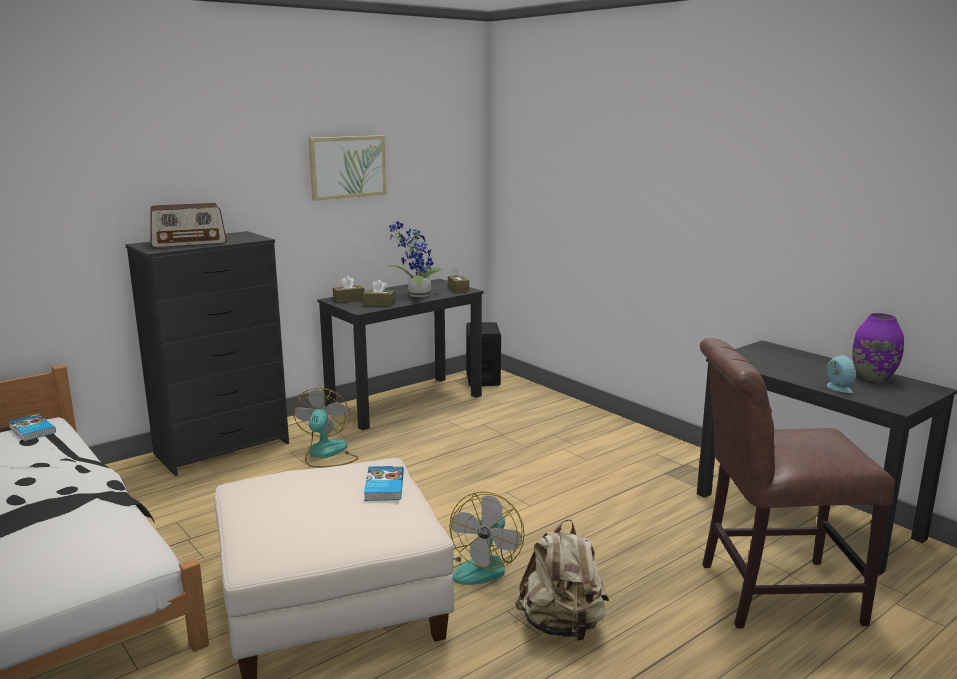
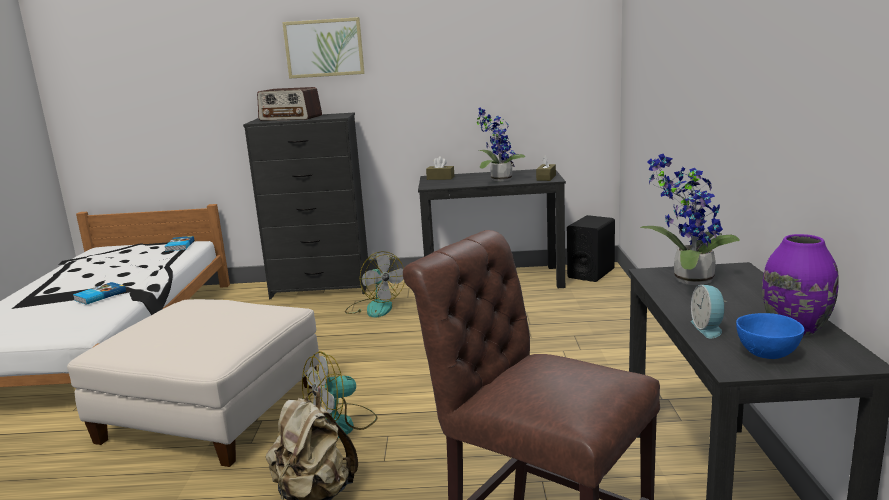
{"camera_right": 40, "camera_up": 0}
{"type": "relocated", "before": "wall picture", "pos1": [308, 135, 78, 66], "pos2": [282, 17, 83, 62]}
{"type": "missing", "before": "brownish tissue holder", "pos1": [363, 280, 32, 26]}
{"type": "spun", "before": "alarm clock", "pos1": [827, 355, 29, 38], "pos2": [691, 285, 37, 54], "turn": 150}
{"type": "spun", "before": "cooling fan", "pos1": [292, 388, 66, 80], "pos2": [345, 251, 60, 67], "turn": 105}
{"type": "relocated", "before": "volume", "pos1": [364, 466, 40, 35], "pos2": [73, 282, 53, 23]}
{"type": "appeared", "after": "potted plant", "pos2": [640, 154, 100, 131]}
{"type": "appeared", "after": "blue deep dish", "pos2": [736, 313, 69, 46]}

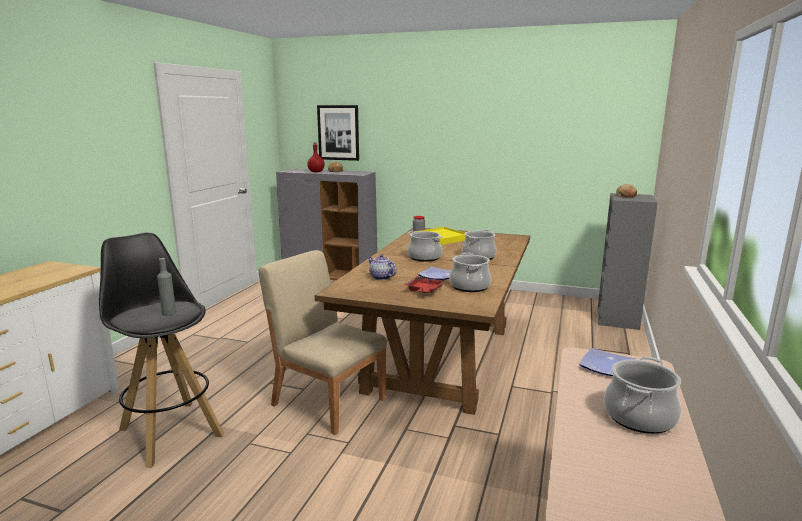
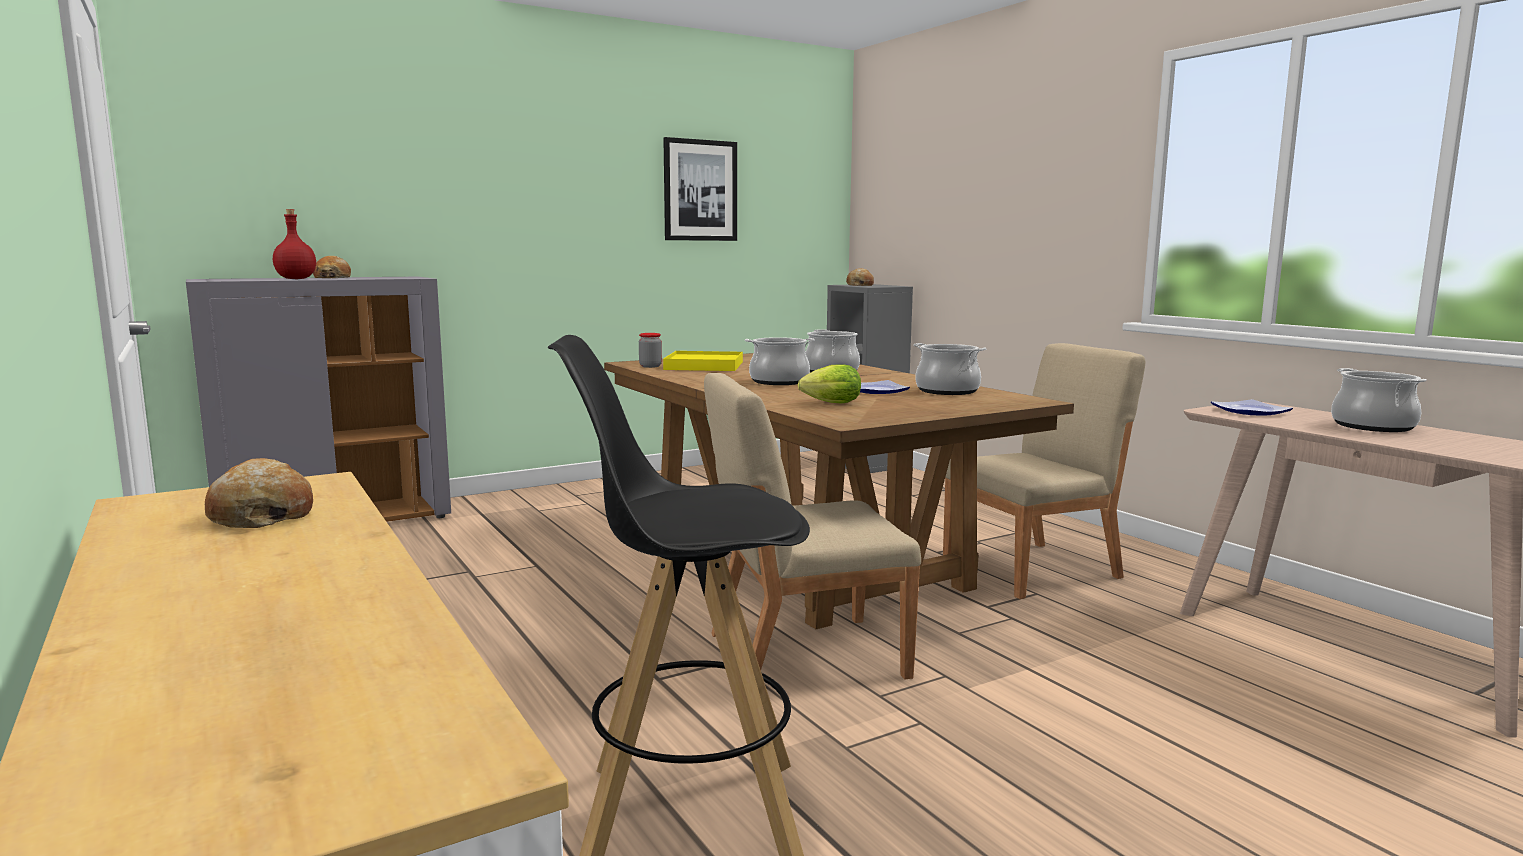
{"camera_right": -50, "camera_up": -5}
{"type": "relocated", "before": "wall picture", "pos1": [317, 105, 42, 56], "pos2": [663, 137, 74, 104]}
{"type": "exchanged", "before": "pot for tea", "after": "head of lettuce", "pos1": [367, 254, 30, 26], "pos2": [798, 364, 63, 40]}
{"type": "missing", "before": "grey drink bottle", "pos1": [157, 258, 19, 58]}
{"type": "missing", "before": "red-coloured carrying tray", "pos1": [405, 276, 40, 17]}
{"type": "appeared", "after": "sand-coloured chair", "pos2": [943, 343, 202, 256]}
{"type": "appeared", "after": "bread", "pos2": [205, 458, 108, 70]}

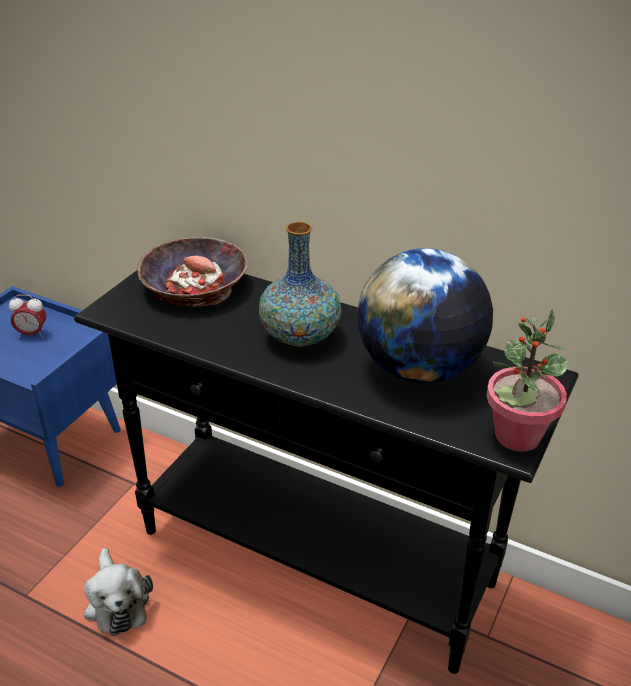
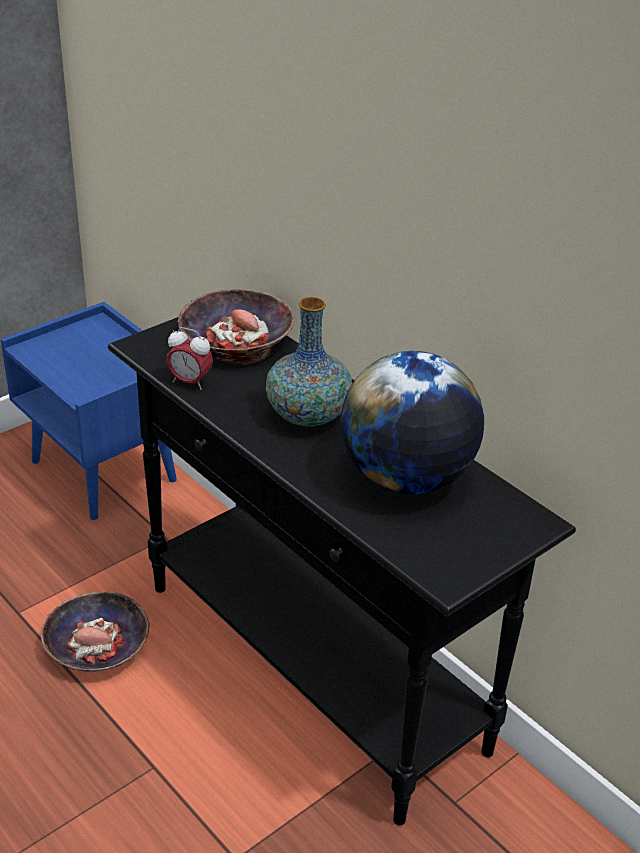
{"camera_right": 20, "camera_up": 0}
{"type": "relocated", "before": "alarm clock", "pos1": [9, 295, 37, 42], "pos2": [166, 327, 47, 63]}
{"type": "missing", "before": "potted plant", "pos1": [486, 309, 83, 143]}
{"type": "exchanged", "before": "cuddly toy", "after": "deep dish", "pos1": [84, 548, 69, 88], "pos2": [41, 592, 109, 80]}

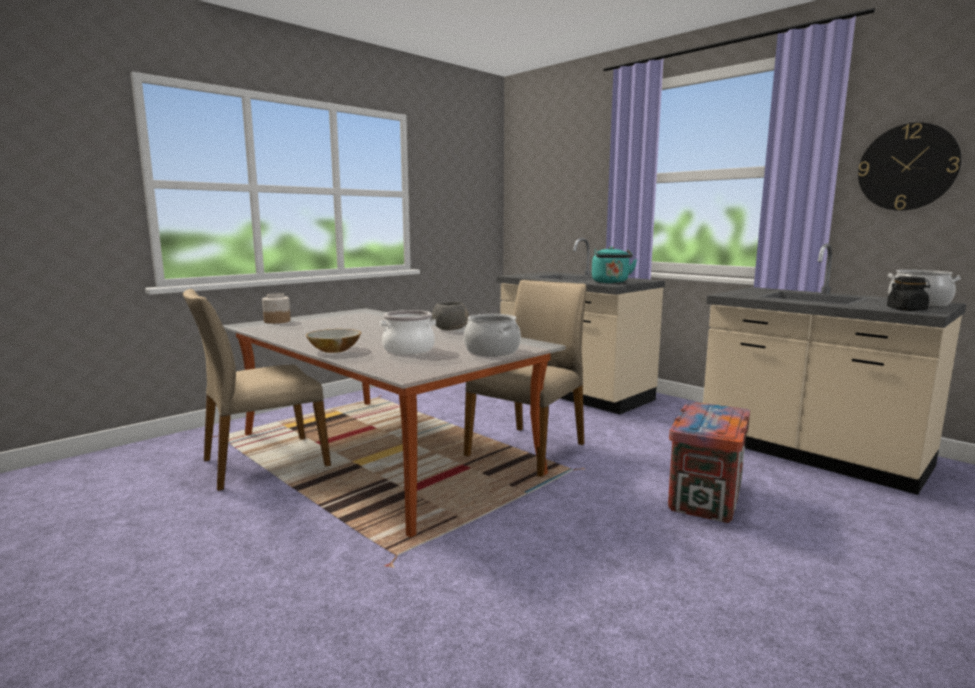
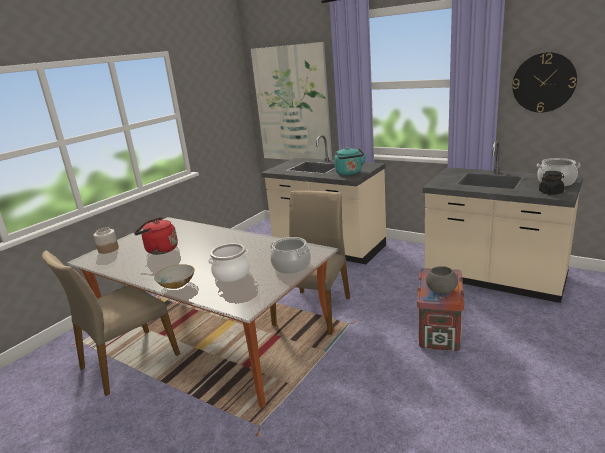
{"camera_right": -10, "camera_up": 10}
{"type": "relocated", "before": "grey deep dish", "pos1": [432, 302, 37, 29], "pos2": [426, 266, 32, 28]}
{"type": "appeared", "after": "wall picture", "pos2": [250, 42, 82, 118]}
{"type": "appeared", "after": "red-coloured water kettle", "pos2": [134, 217, 44, 38]}

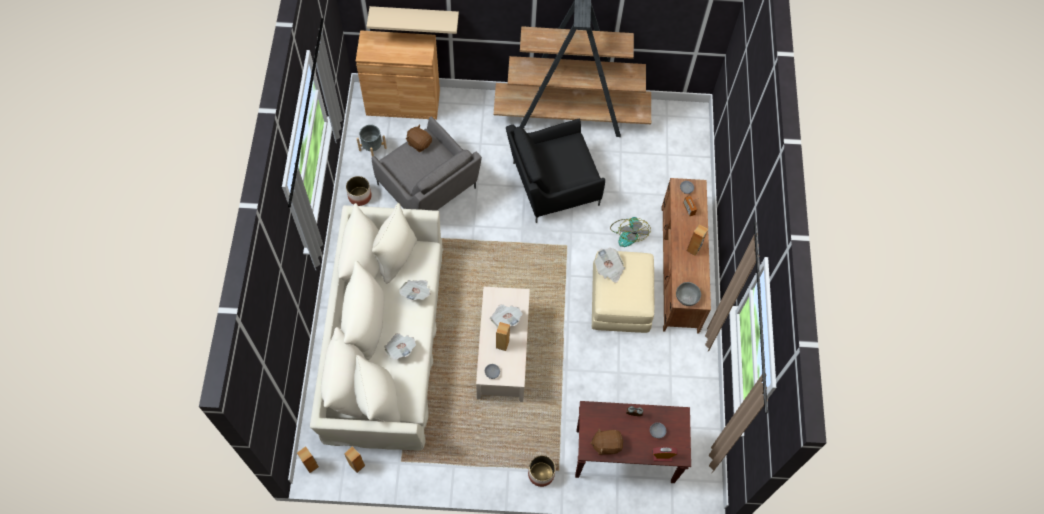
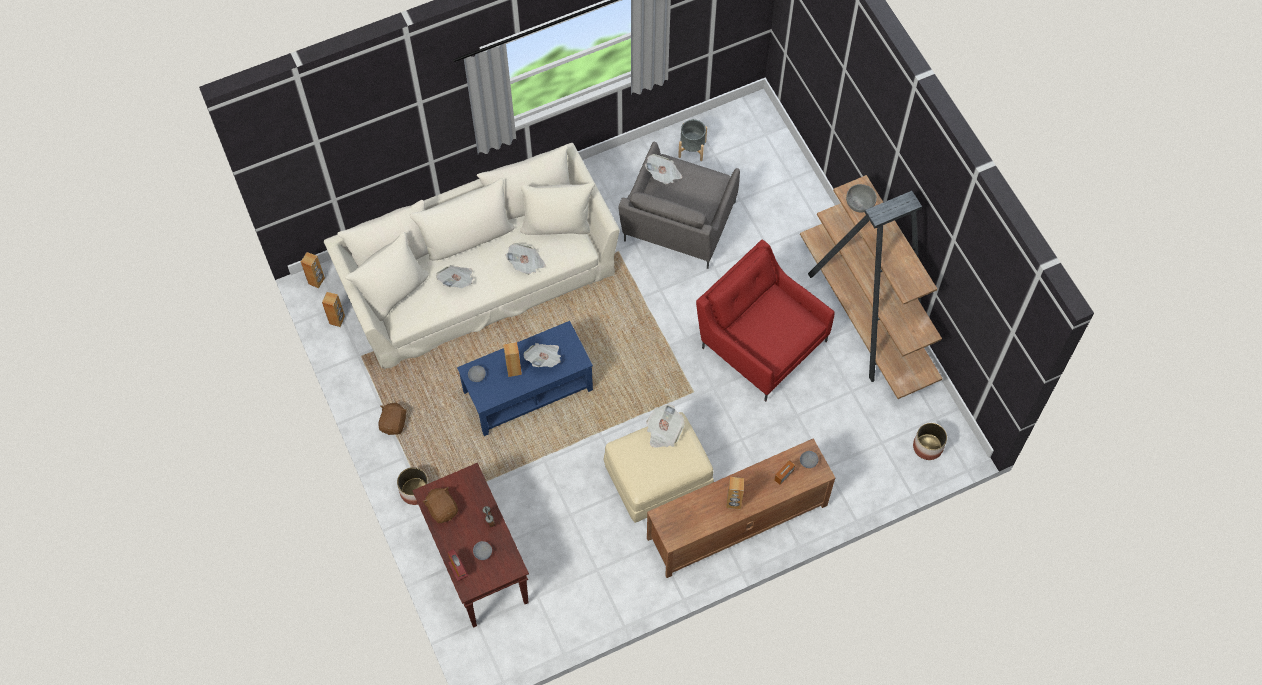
{"camera_right": 65, "camera_up": 0}
{"type": "missing", "before": "sand-coloured wall shelf", "pos1": [367, 6, 92, 28]}
{"type": "missing", "before": "brownish storage cabinet", "pos1": [356, 30, 84, 90]}
{"type": "colour", "before": "black-coloured easy chair", "after": "red-coloured easy chair", "pos1": [506, 119, 99, 104], "pos2": [696, 240, 138, 162]}
{"type": "relocated", "before": "brownish cuddly toy", "pos1": [406, 124, 26, 28], "pos2": [378, 402, 28, 33]}
{"type": "relocated", "before": "plant pot", "pos1": [346, 176, 26, 30], "pos2": [913, 423, 34, 37]}
{"type": "missing", "before": "cooling fan", "pos1": [610, 217, 41, 30]}
{"type": "relocated", "before": "grey deep dish", "pos1": [676, 282, 25, 24], "pos2": [846, 184, 31, 29]}
{"type": "colour", "before": "sand-coloured lounge table", "after": "blue lounge table", "pos1": [476, 287, 54, 115], "pos2": [457, 321, 136, 115]}
{"type": "appeared", "after": "newspaper", "pos2": [645, 154, 37, 30]}

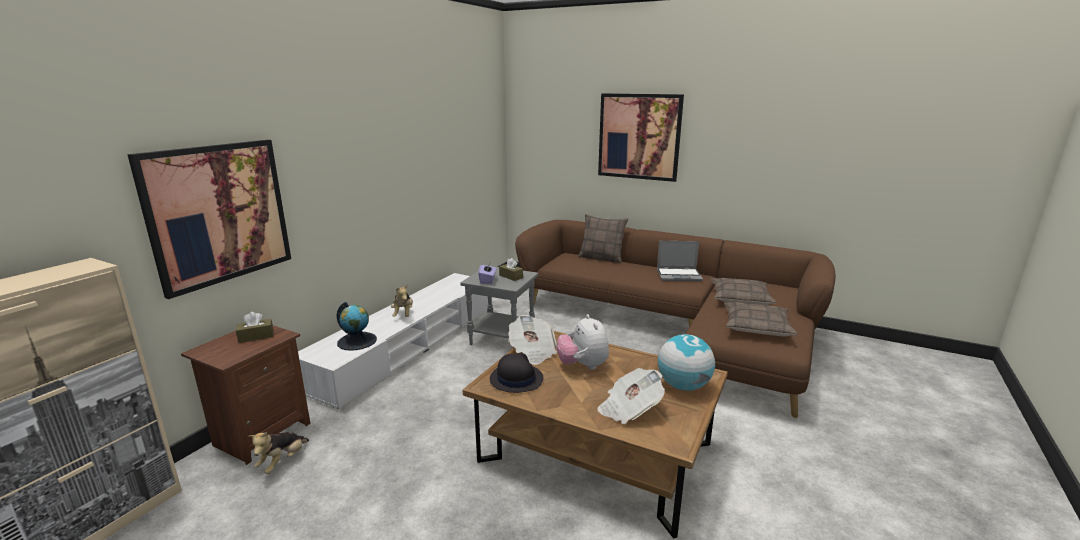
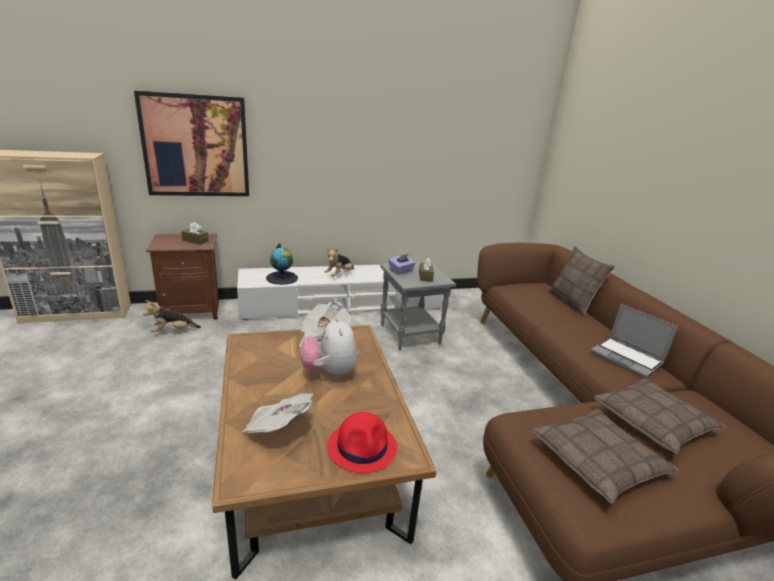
{"camera_right": 45, "camera_up": 5}
{"type": "missing", "before": "wall picture", "pos1": [598, 93, 86, 89]}
{"type": "spun", "before": "cuddly toy", "pos1": [556, 314, 53, 56], "pos2": [301, 317, 56, 60], "turn": -45}
{"type": "exchanged", "before": "world globe", "after": "red-coloured clothing hat", "pos1": [658, 334, 57, 57], "pos2": [327, 412, 70, 61]}
{"type": "missing", "before": "black-coloured clothing hat", "pos1": [490, 353, 53, 40]}

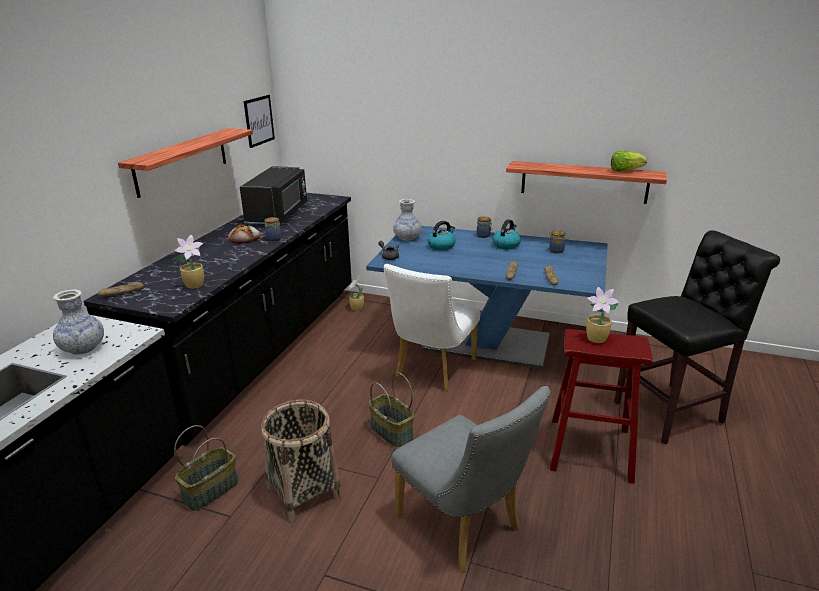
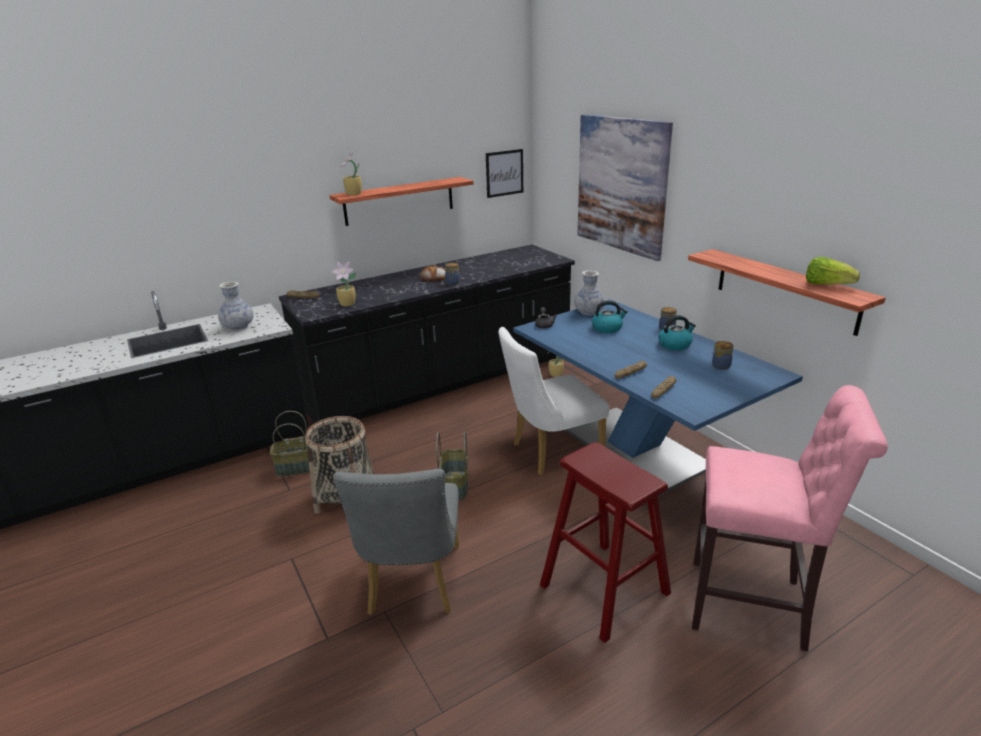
{"camera_right": 40, "camera_up": 0}
{"type": "missing", "before": "black-coloured microwave oven", "pos1": [240, 166, 67, 58]}
{"type": "colour", "before": "black-coloured stool seat", "after": "pink stool seat", "pos1": [614, 230, 166, 214], "pos2": [692, 385, 196, 267]}
{"type": "relocated", "before": "potted plant", "pos1": [586, 287, 33, 56], "pos2": [340, 150, 22, 45]}
{"type": "appeared", "after": "wall picture", "pos2": [578, 115, 95, 146]}

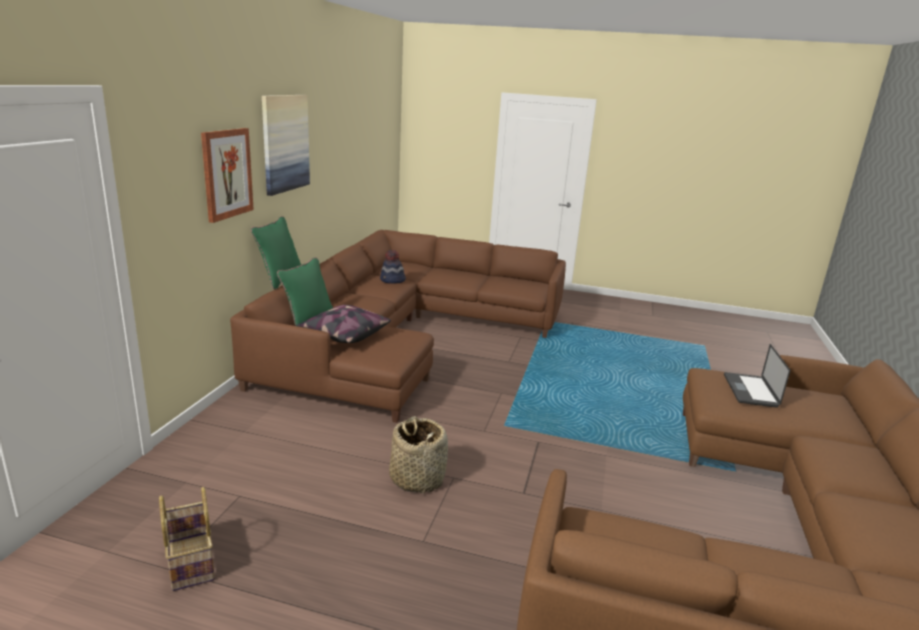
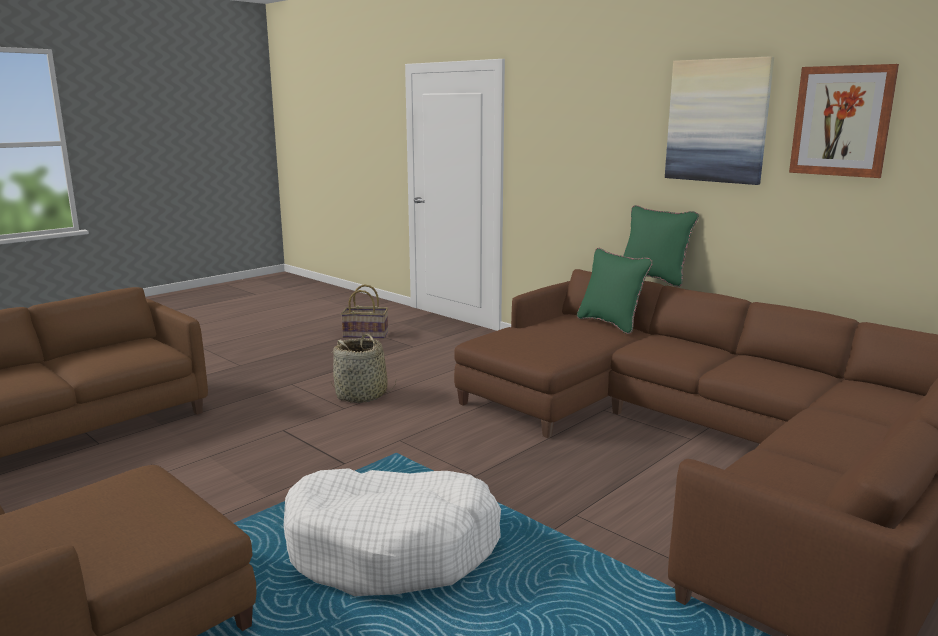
{"camera_right": 120, "camera_up": -5}
{"type": "relocated", "before": "wall picture", "pos1": [201, 128, 53, 95], "pos2": [789, 64, 110, 114]}
{"type": "missing", "before": "clothing hat", "pos1": [380, 250, 26, 34]}
{"type": "missing", "before": "cushion", "pos1": [296, 305, 95, 38]}
{"type": "missing", "before": "notebook computer", "pos1": [724, 344, 66, 64]}
{"type": "appeared", "after": "white pet bed", "pos2": [284, 468, 217, 128]}

